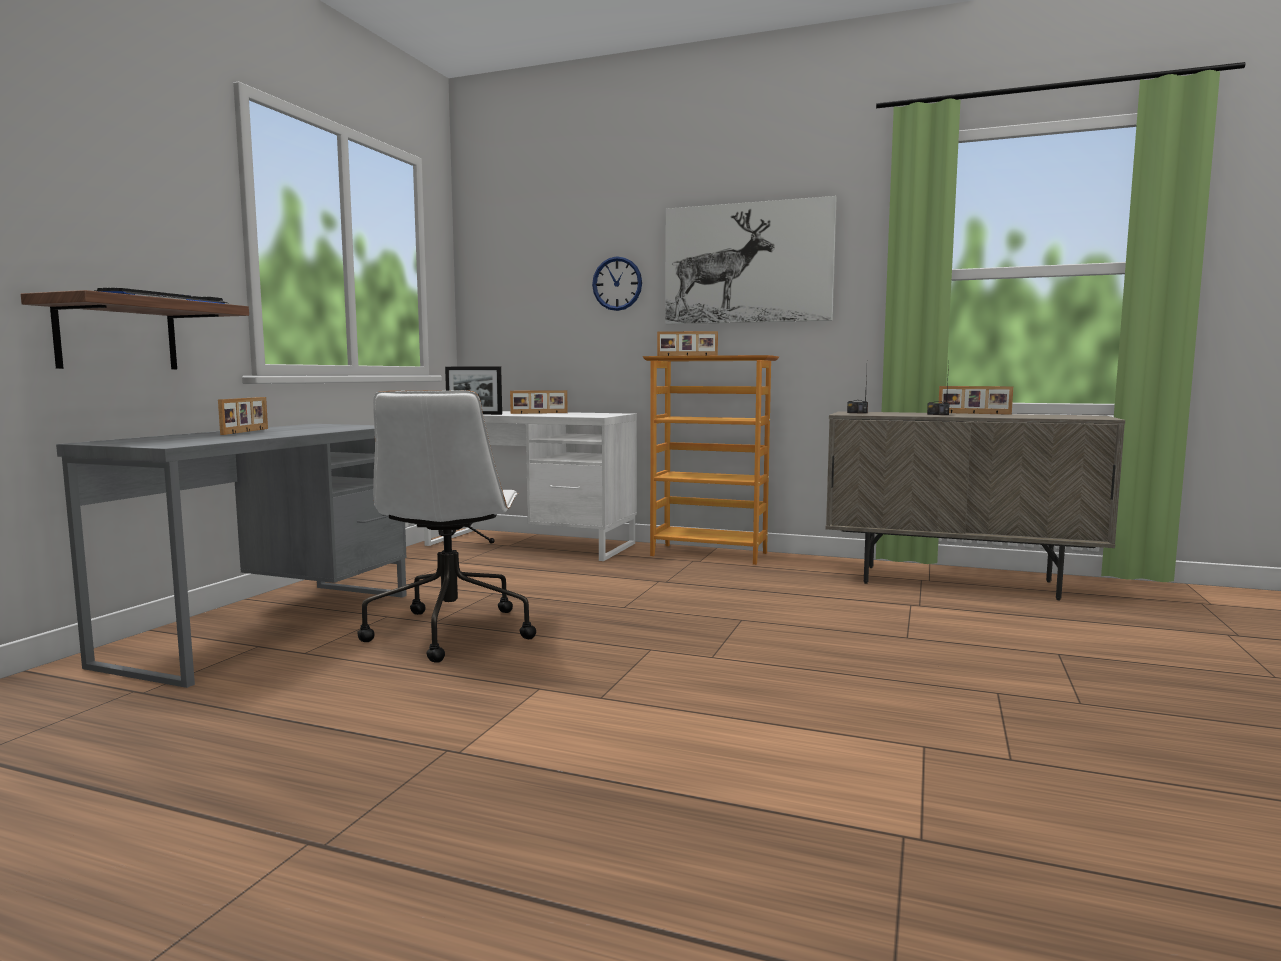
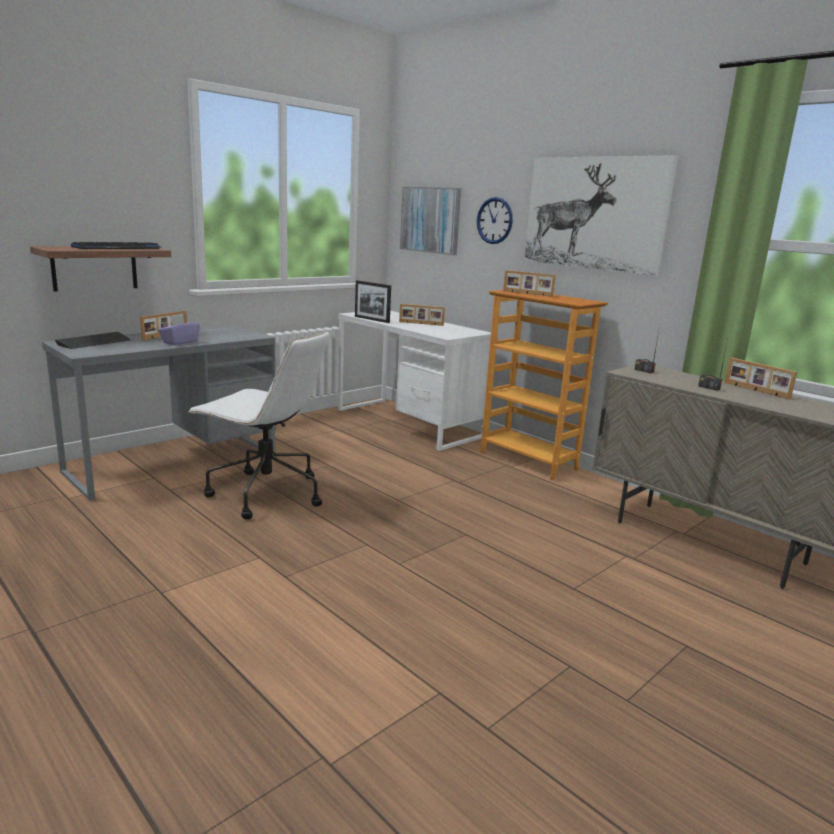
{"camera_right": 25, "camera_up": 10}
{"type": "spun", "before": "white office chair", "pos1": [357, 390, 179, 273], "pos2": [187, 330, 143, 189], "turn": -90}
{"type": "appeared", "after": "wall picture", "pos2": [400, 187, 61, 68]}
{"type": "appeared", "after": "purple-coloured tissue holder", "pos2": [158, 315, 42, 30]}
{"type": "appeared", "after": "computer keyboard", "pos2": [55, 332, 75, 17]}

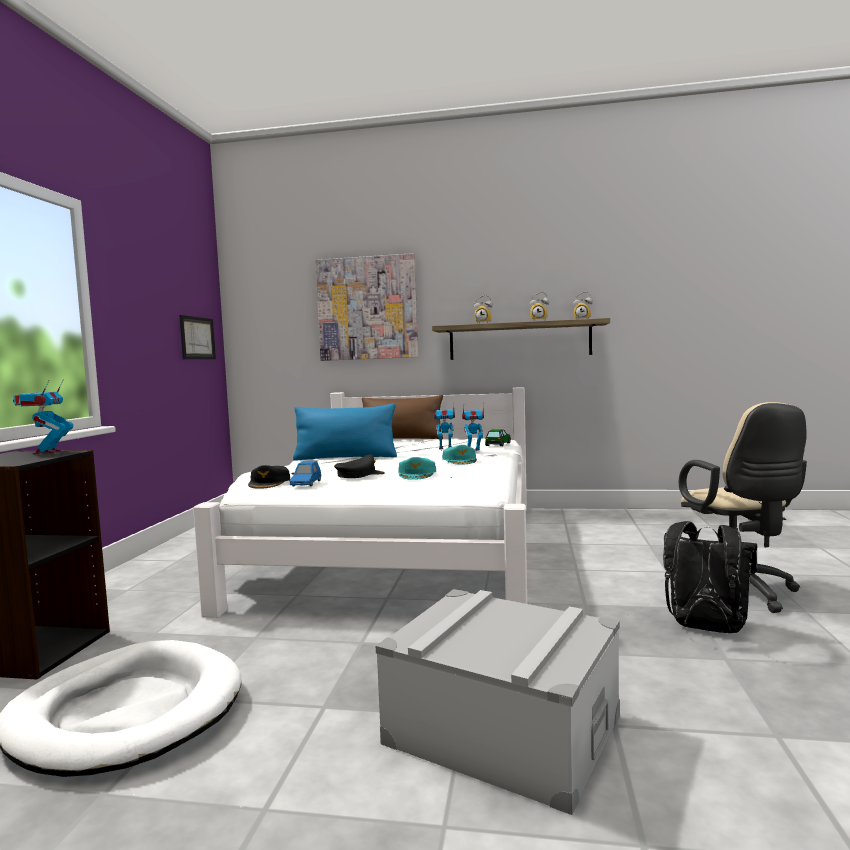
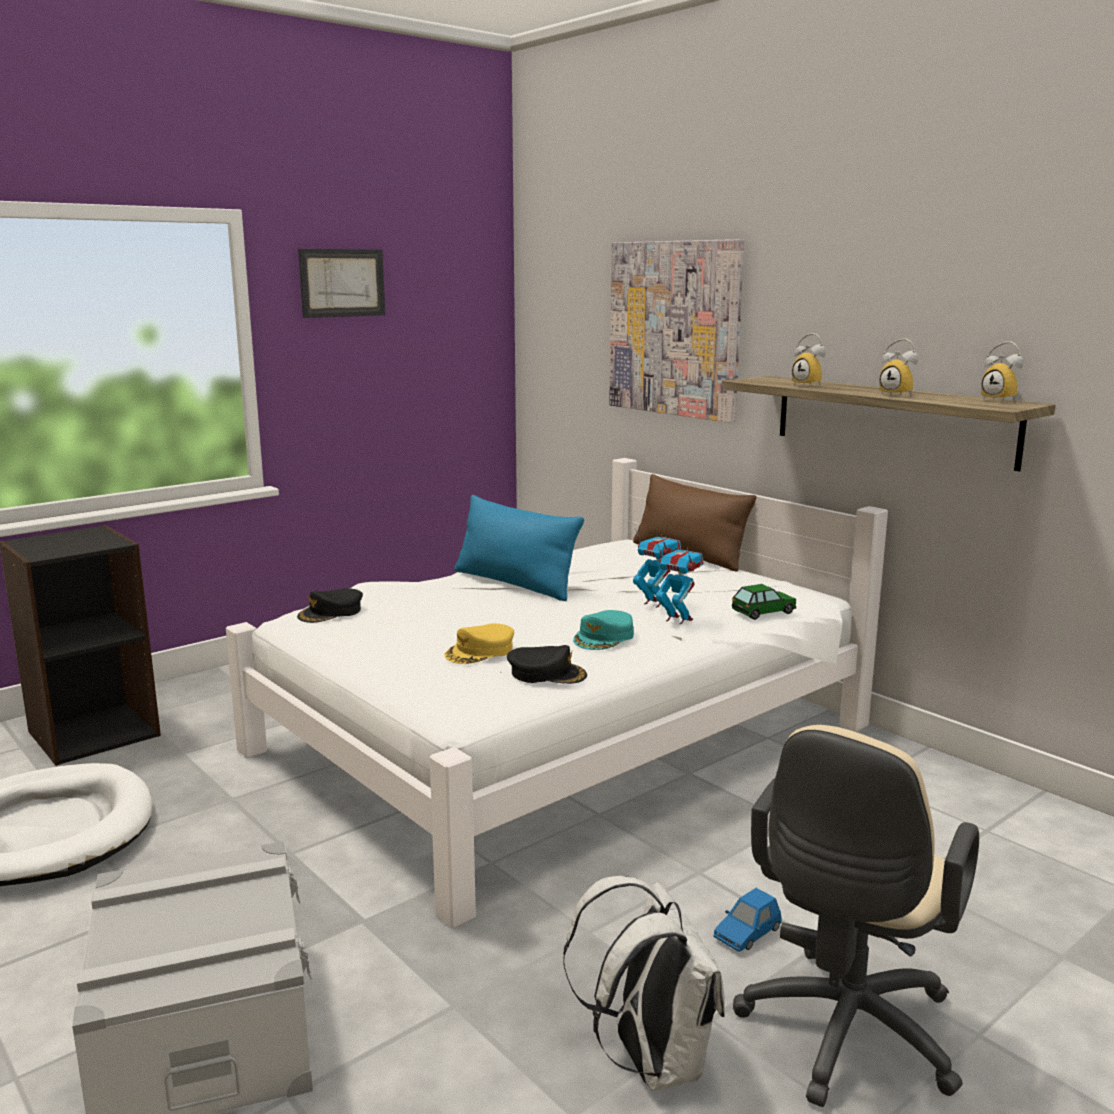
{"camera_right": 40, "camera_up": 10}
{"type": "relocated", "before": "wall picture", "pos1": [179, 315, 37, 44], "pos2": [298, 249, 87, 69]}
{"type": "missing", "before": "robot figure", "pos1": [13, 379, 60, 76]}
{"type": "relocated", "before": "black-coloured peaked cap", "pos1": [334, 454, 51, 24], "pos2": [507, 645, 80, 39]}
{"type": "colour", "before": "blue-green peaked cap", "after": "yellow-coloured peaked cap", "pos1": [398, 457, 38, 23], "pos2": [444, 623, 70, 41]}
{"type": "relocated", "before": "blue miniature car", "pos1": [290, 461, 31, 25], "pos2": [714, 888, 68, 64]}
{"type": "colour", "before": "black-coloured knapsack", "after": "white knapsack", "pos1": [663, 521, 94, 112], "pos2": [563, 876, 162, 215]}

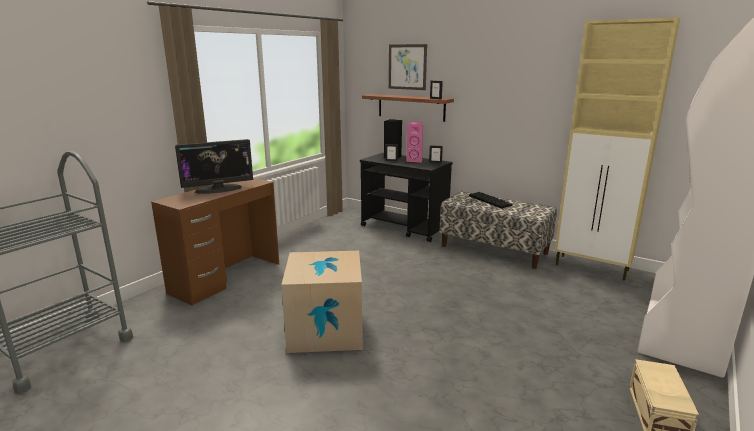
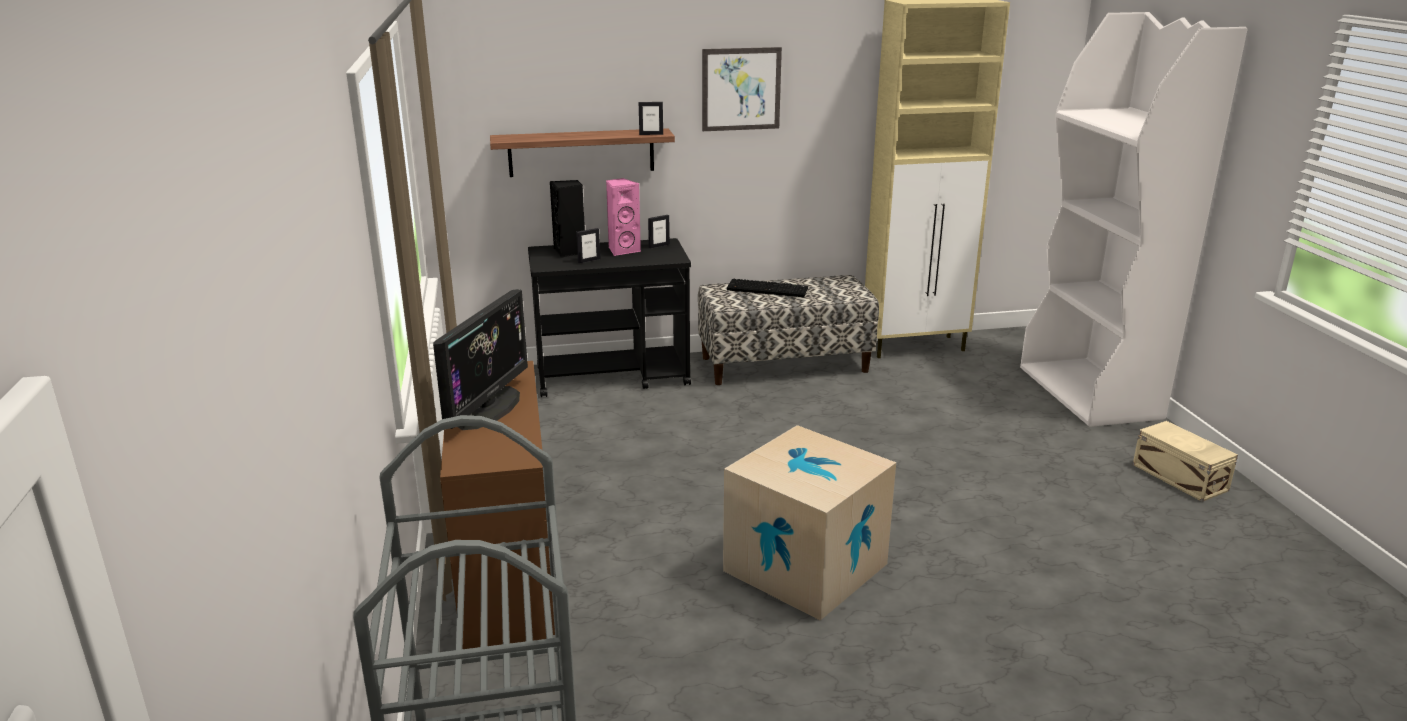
{"camera_right": -45, "camera_up": 5}
{"type": "relocated", "before": "wall picture", "pos1": [389, 44, 38, 46], "pos2": [702, 47, 80, 84]}

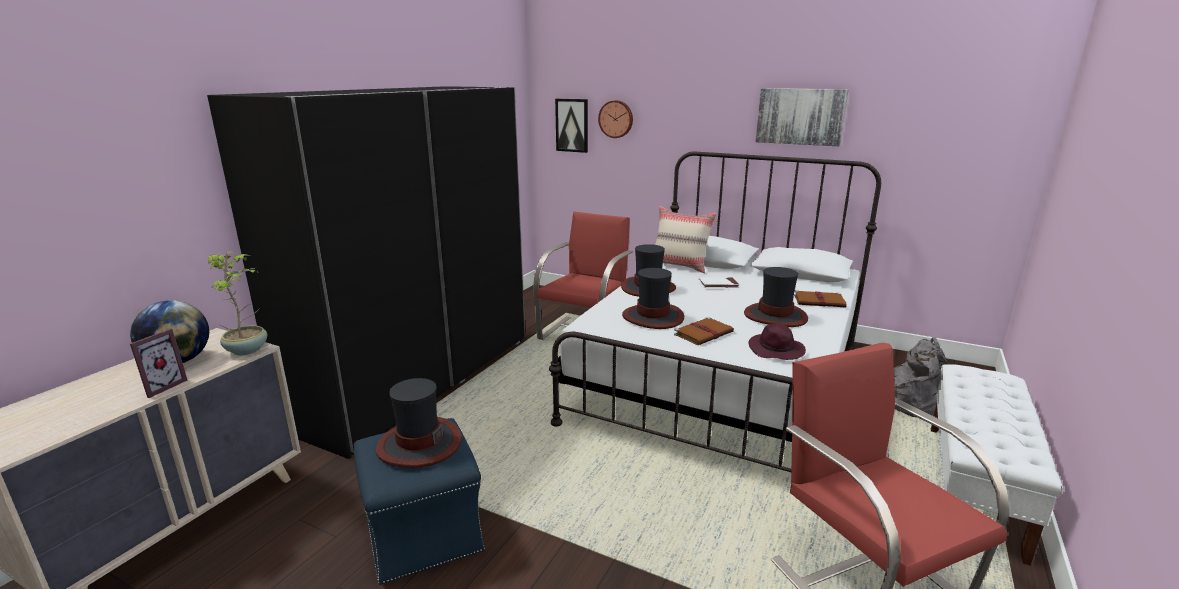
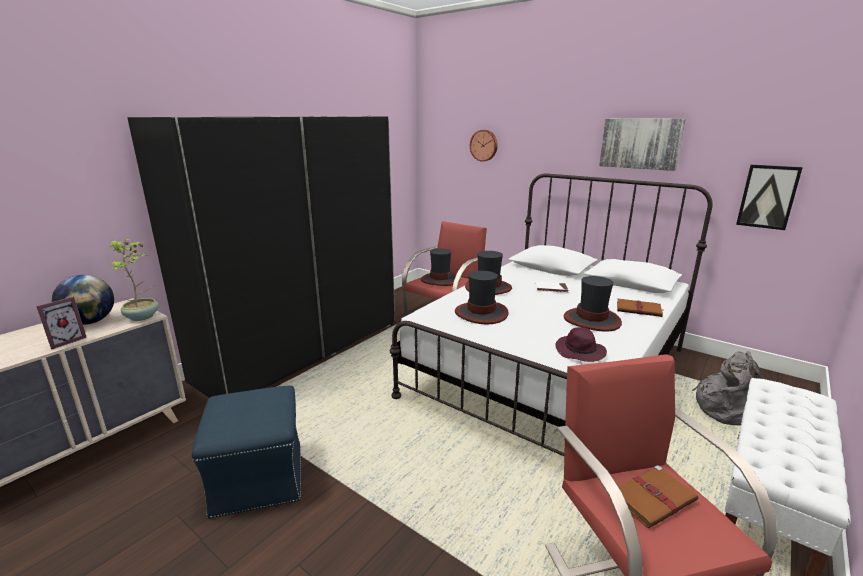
{"camera_right": 10, "camera_up": 0}
{"type": "relocated", "before": "wall picture", "pos1": [555, 99, 33, 54], "pos2": [736, 165, 67, 65]}
{"type": "missing", "before": "sand-coloured cushion", "pos1": [655, 206, 62, 67]}
{"type": "relocated", "before": "brownish volume", "pos1": [674, 317, 60, 28], "pos2": [618, 465, 81, 63]}
{"type": "relocated", "before": "clothing hat", "pos1": [375, 378, 87, 90], "pos2": [421, 248, 39, 38]}

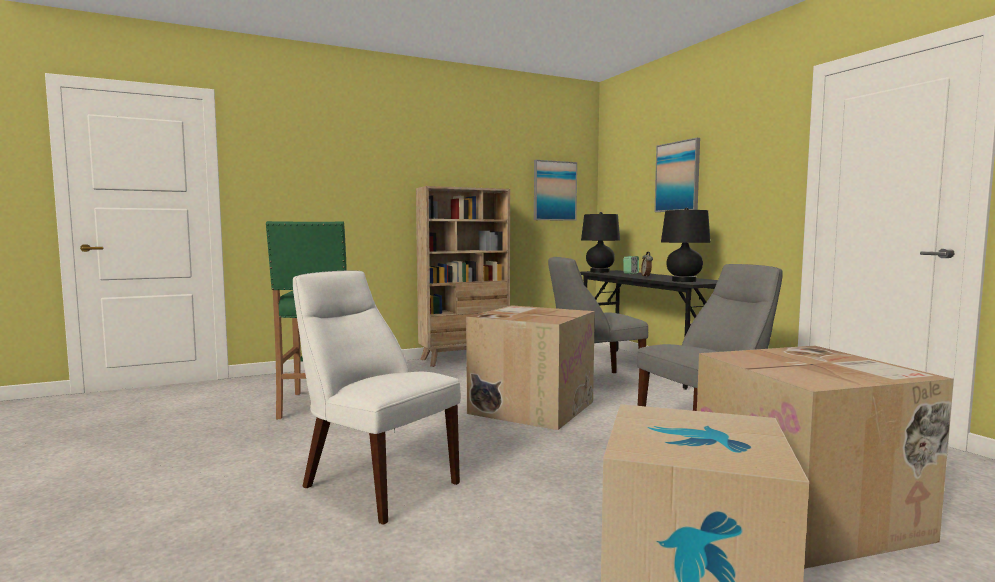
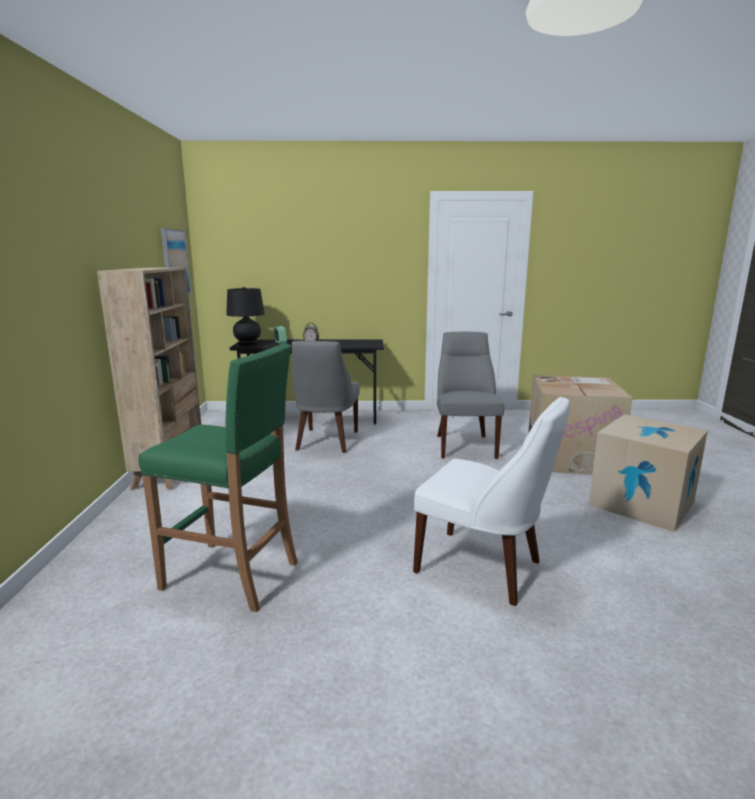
{"camera_right": -65, "camera_up": 10}
{"type": "missing", "before": "wall picture", "pos1": [654, 138, 46, 74]}
{"type": "missing", "before": "black-coloured tabletop lamp", "pos1": [661, 208, 50, 74]}
{"type": "spun", "before": "white chair", "pos1": [293, 270, 168, 255], "pos2": [413, 397, 157, 209], "turn": -120}
{"type": "missing", "before": "packing box", "pos1": [466, 305, 129, 125]}

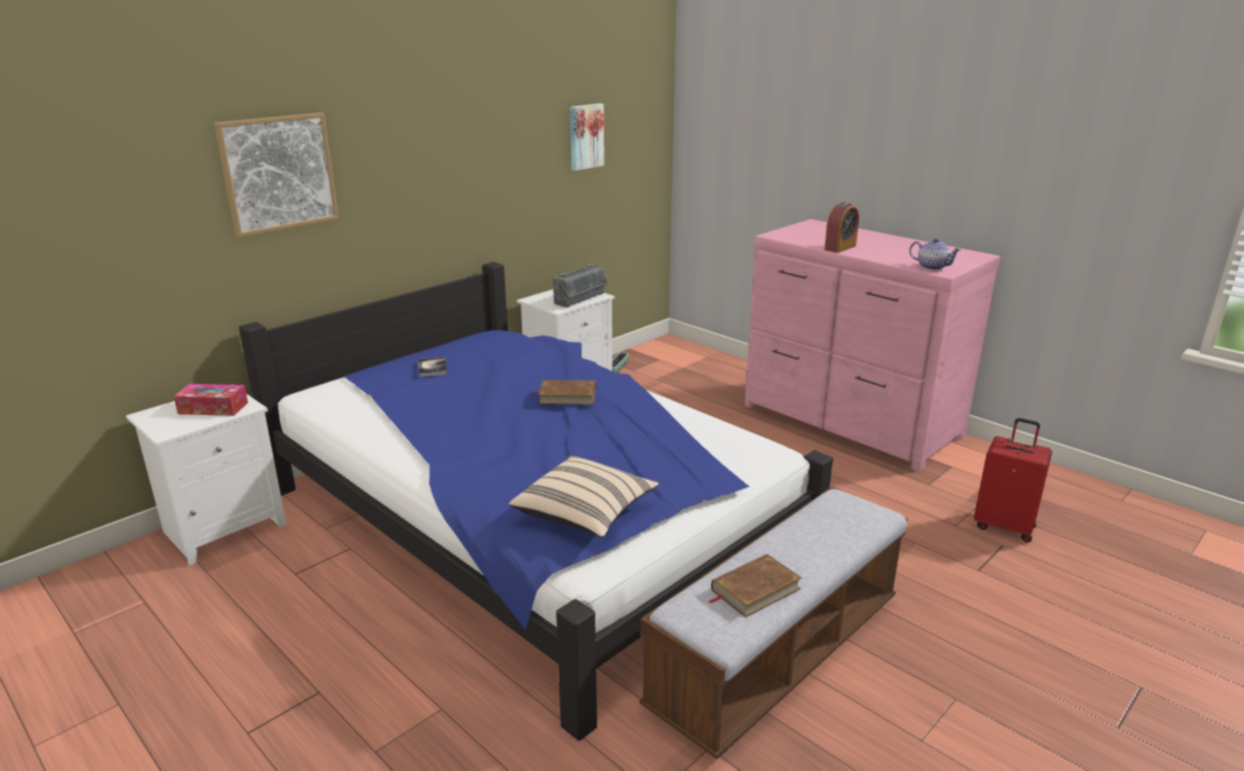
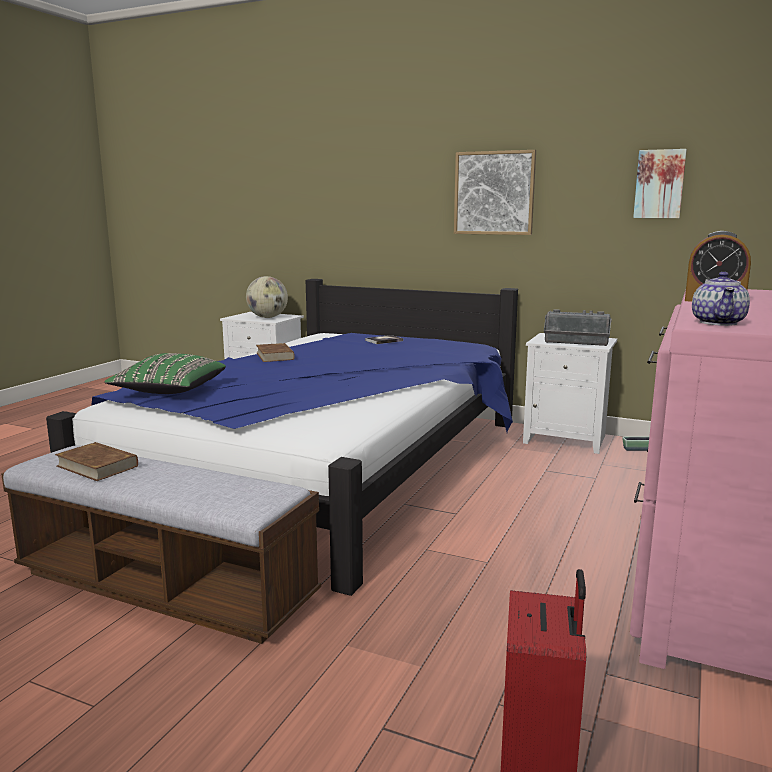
{"camera_right": 70, "camera_up": -10}
{"type": "relocated", "before": "wall picture", "pos1": [214, 113, 125, 124], "pos2": [454, 150, 82, 85]}
{"type": "relocated", "before": "brownish volume", "pos1": [533, 380, 63, 25], "pos2": [256, 343, 39, 19]}
{"type": "exchanged", "before": "tissue holder", "after": "world globe", "pos1": [174, 384, 74, 32], "pos2": [246, 276, 42, 42]}
{"type": "colour", "before": "sand-coloured cushion", "after": "green-coloured cushion", "pos1": [509, 456, 150, 81], "pos2": [104, 353, 122, 41]}

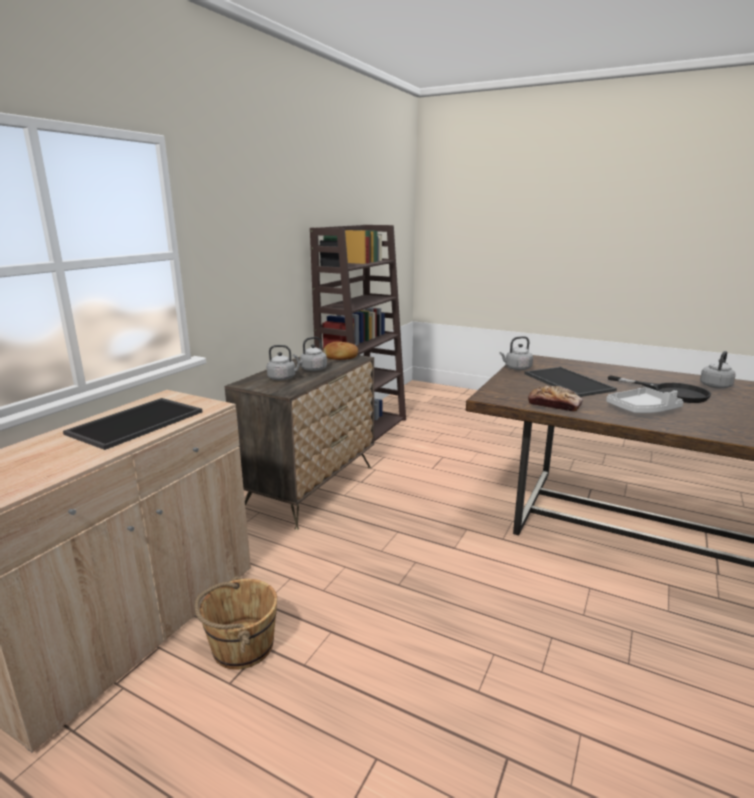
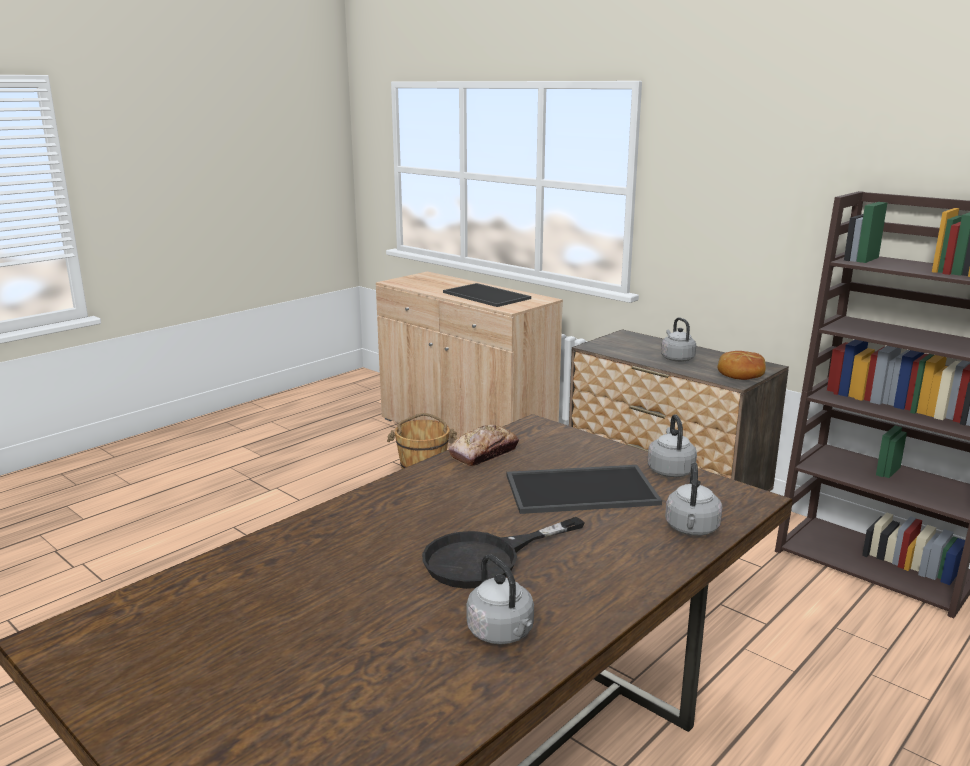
{"camera_right": 105, "camera_up": 0}
{"type": "relocated", "before": "grey water kettle", "pos1": [267, 345, 36, 35], "pos2": [665, 462, 58, 74]}
{"type": "missing", "before": "grey carrying tray", "pos1": [606, 387, 77, 26]}

